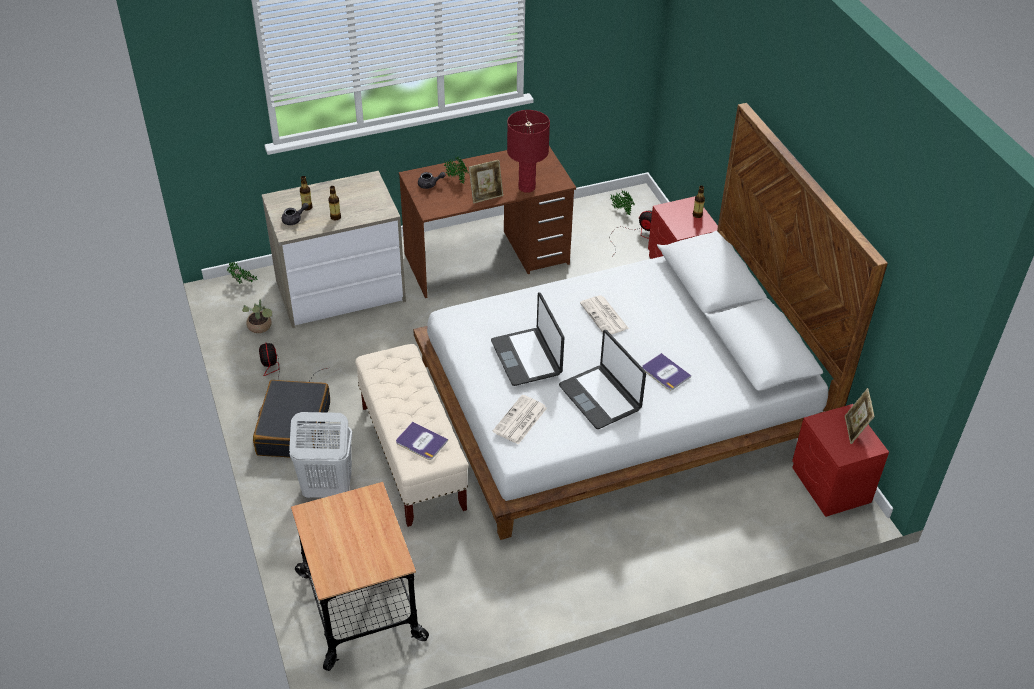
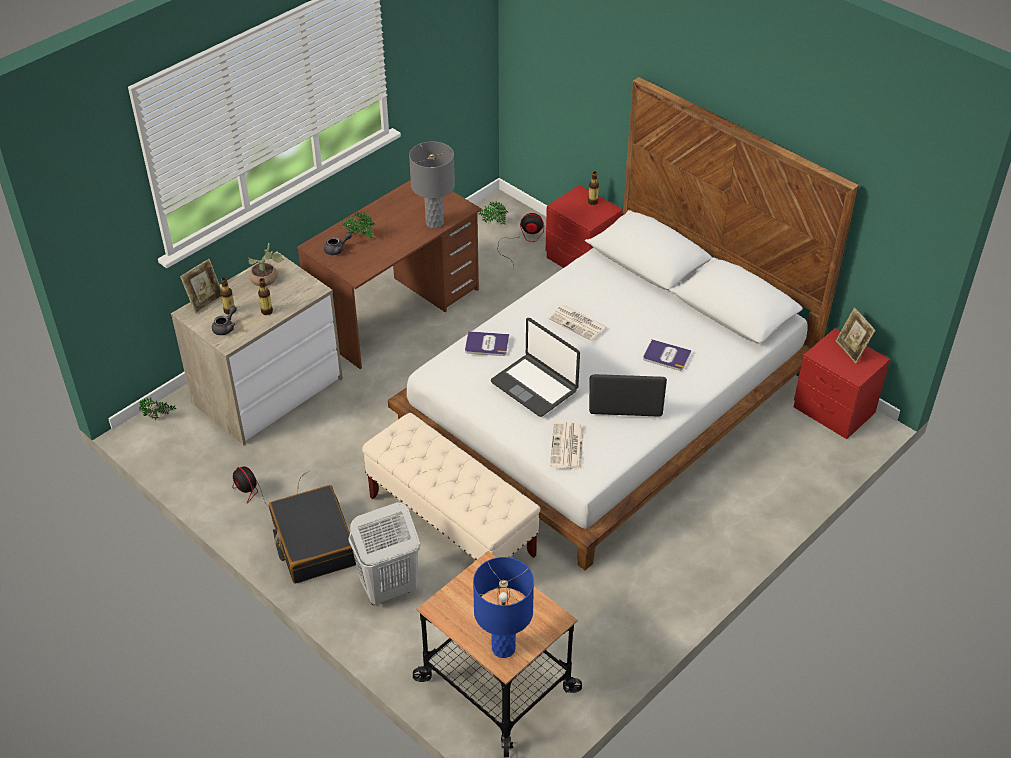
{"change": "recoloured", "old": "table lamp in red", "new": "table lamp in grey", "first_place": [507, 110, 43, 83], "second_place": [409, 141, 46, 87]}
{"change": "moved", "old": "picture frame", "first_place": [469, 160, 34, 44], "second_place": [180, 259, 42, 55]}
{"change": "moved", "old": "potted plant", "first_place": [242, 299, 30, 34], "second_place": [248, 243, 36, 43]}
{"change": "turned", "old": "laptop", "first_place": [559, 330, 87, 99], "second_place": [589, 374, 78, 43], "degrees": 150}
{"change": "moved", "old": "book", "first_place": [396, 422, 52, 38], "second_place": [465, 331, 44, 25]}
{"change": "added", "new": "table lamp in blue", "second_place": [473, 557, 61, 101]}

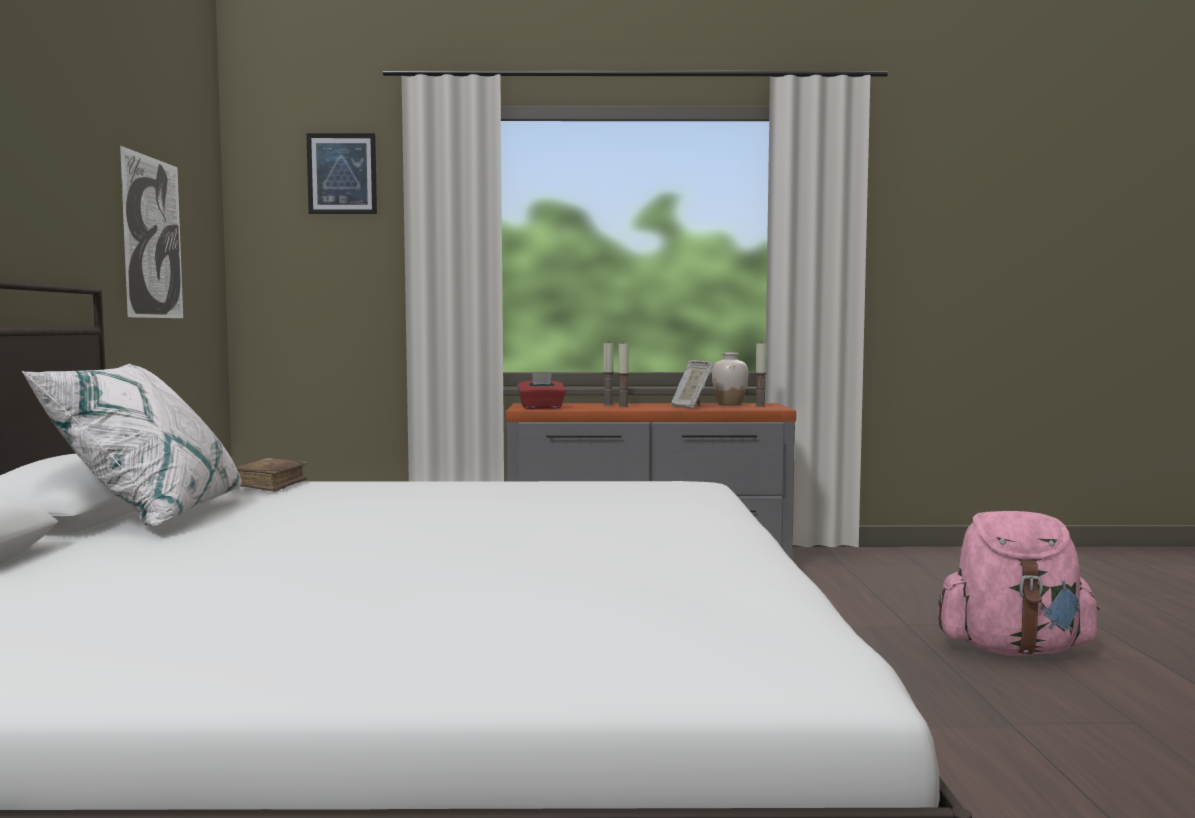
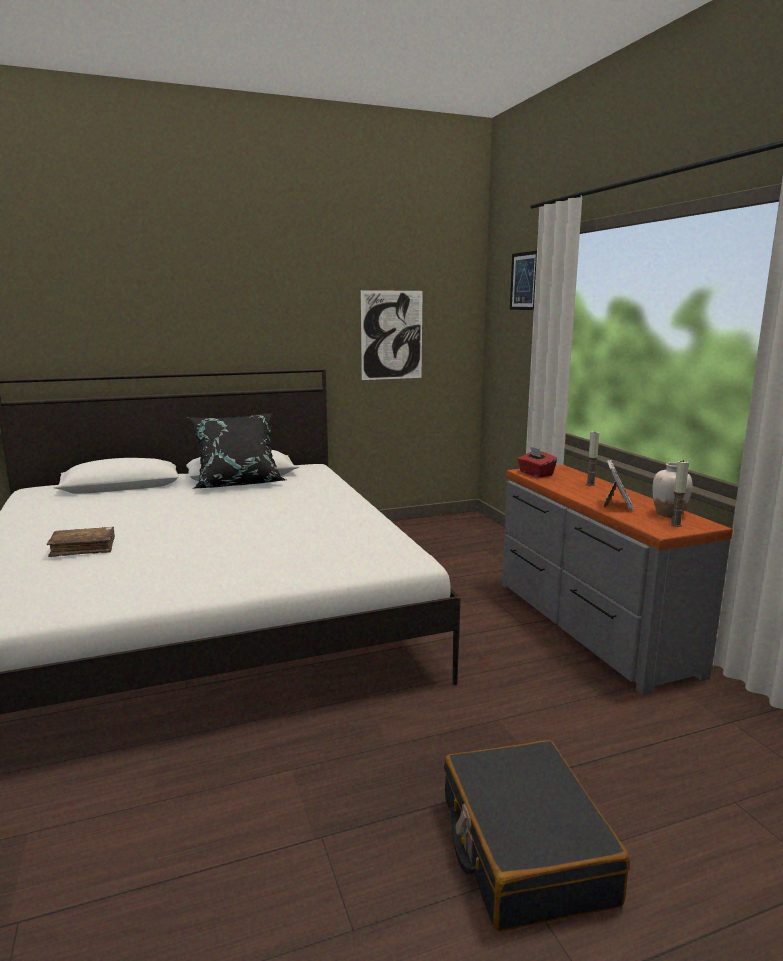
{"change": "removed", "old": "candle", "first_place": [618, 341, 11, 66]}
{"change": "turned", "old": "picture frame", "first_place": [671, 360, 43, 48], "second_place": [604, 460, 30, 51], "degrees": 150}
{"change": "recoloured", "old": "pillow in white", "new": "pillow in black", "first_place": [21, 364, 221, 162], "second_place": [187, 413, 99, 76]}
{"change": "moved", "old": "book in brown", "first_place": [236, 458, 72, 34], "second_place": [47, 527, 68, 30]}
{"change": "replaced", "old": "backpack in pink", "new": "suitcase in black", "first_place": [938, 511, 162, 145], "second_place": [444, 740, 186, 192]}

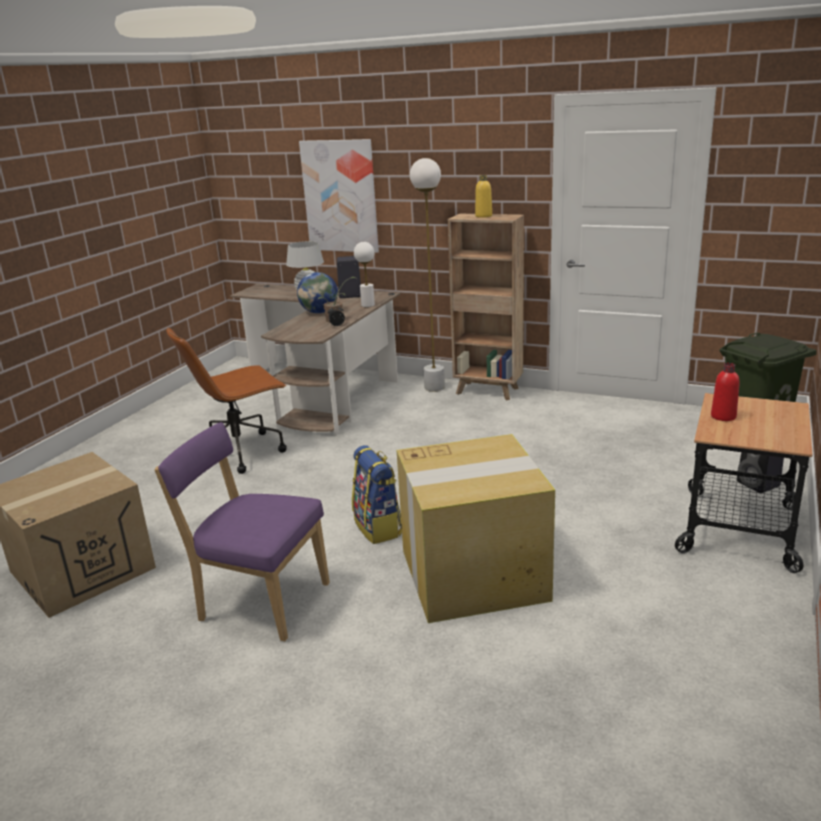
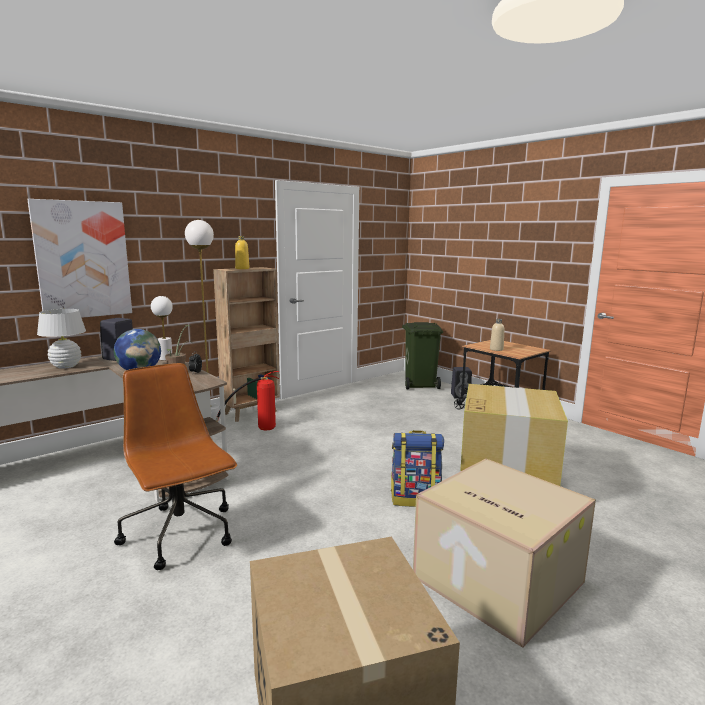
{"change": "turned", "old": "office chair in brown", "first_place": [166, 327, 121, 147], "second_place": [114, 363, 123, 207], "degrees": 150}
{"change": "recoloured", "old": "bottle in red", "new": "bottle in beige", "first_place": [711, 363, 29, 58], "second_place": [490, 319, 14, 32]}
{"change": "replaced", "old": "chair in purple", "new": "cardboard box", "first_place": [155, 422, 175, 219], "second_place": [413, 458, 183, 190]}
{"change": "added", "new": "fire extinguisher", "second_place": [215, 371, 65, 59]}

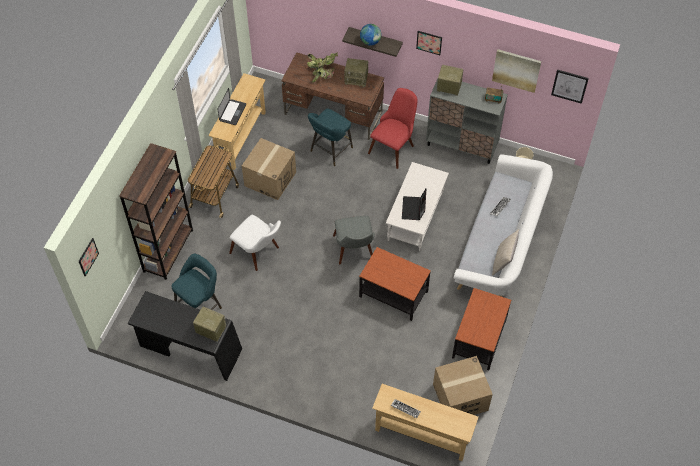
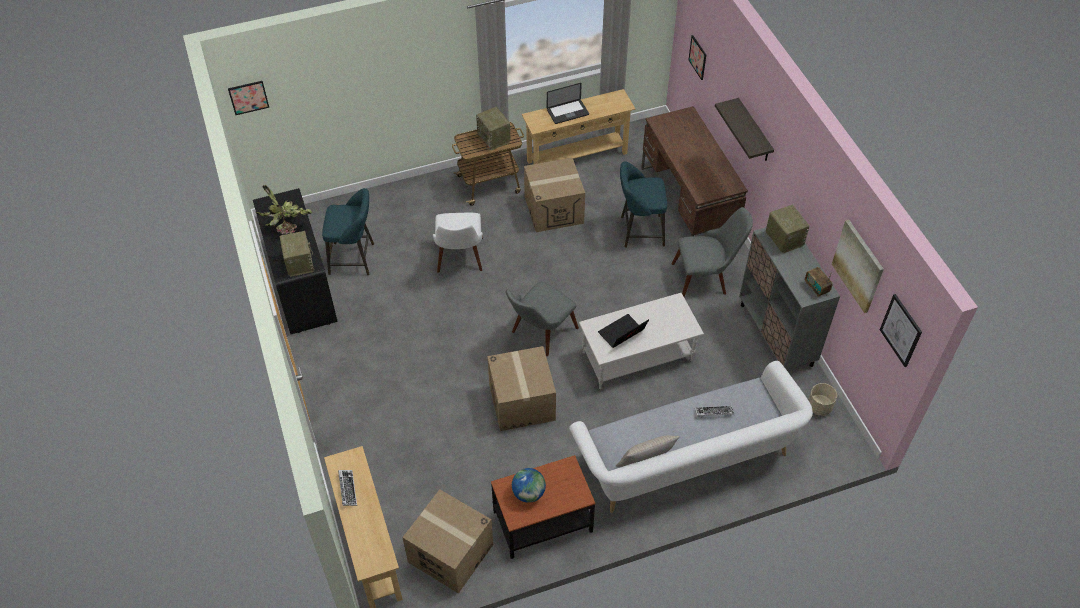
{"change": "moved", "old": "globe", "first_place": [360, 24, 21, 22], "second_place": [512, 468, 34, 35]}
{"change": "moved", "old": "picture", "first_place": [416, 31, 26, 24], "second_place": [688, 35, 18, 45]}
{"change": "moved", "old": "potted plant", "first_place": [307, 53, 31, 29], "second_place": [256, 185, 56, 49]}
{"change": "moved", "old": "radio", "first_place": [344, 58, 24, 30], "second_place": [476, 107, 35, 43]}
{"change": "recoloured", "old": "chair in red", "new": "chair in grey", "first_place": [368, 88, 50, 81], "second_place": [672, 207, 81, 90]}
{"change": "removed", "old": "bookcase in brown", "first_place": [119, 143, 74, 137]}
{"change": "replaced", "old": "side table", "new": "cardboard box", "first_place": [359, 247, 72, 74], "second_place": [487, 346, 69, 85]}

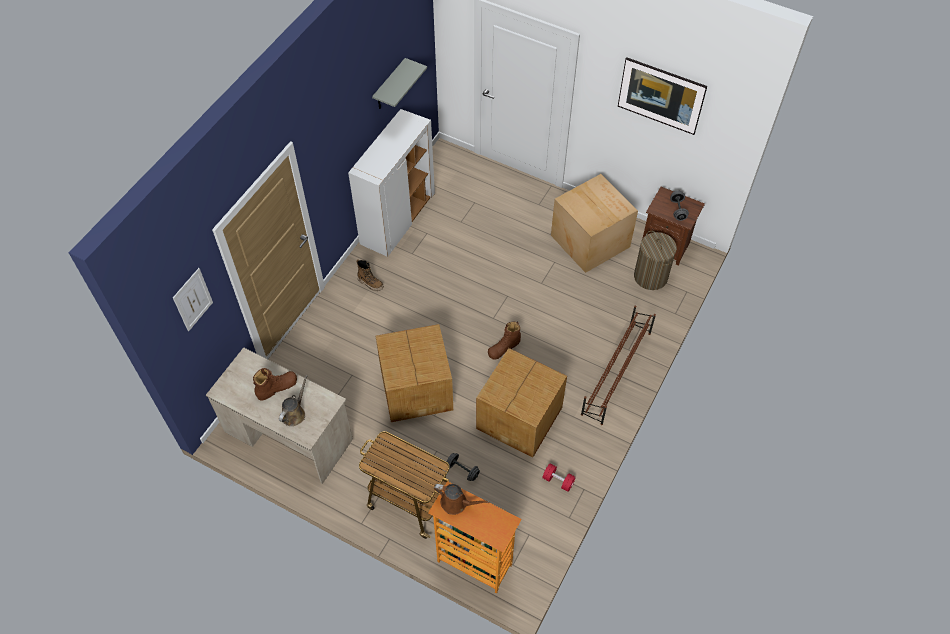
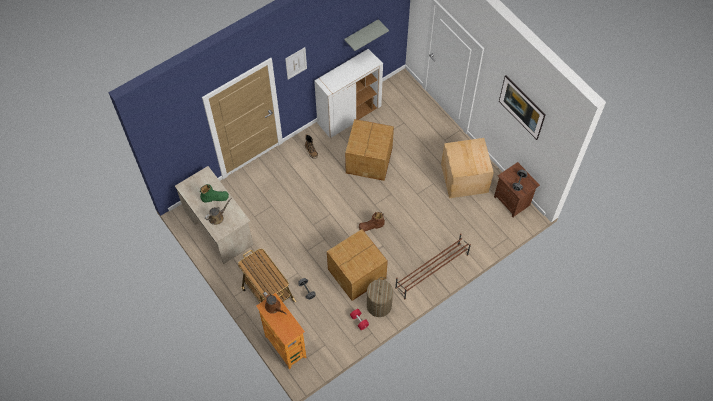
{"change": "moved", "old": "laundry basket", "first_place": [634, 231, 43, 59], "second_place": [367, 277, 26, 40]}
{"change": "moved", "old": "picture", "first_place": [173, 268, 40, 63], "second_place": [285, 47, 22, 33]}
{"change": "moved", "old": "cardboard box", "first_place": [376, 324, 77, 98], "second_place": [345, 119, 49, 62]}
{"change": "recoloured", "old": "boot in brown", "new": "boot in green", "first_place": [253, 368, 44, 33], "second_place": [200, 184, 29, 18]}

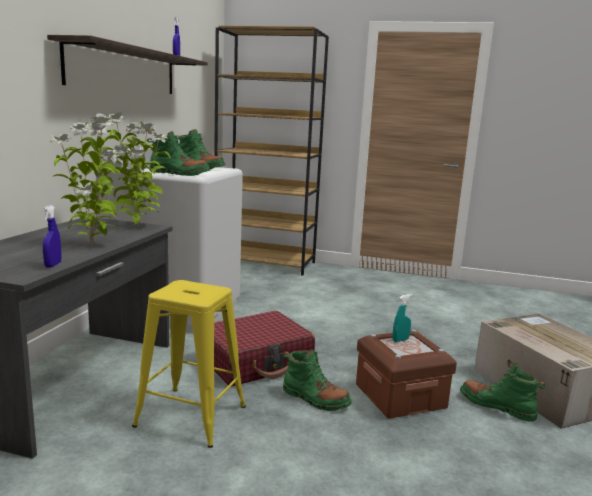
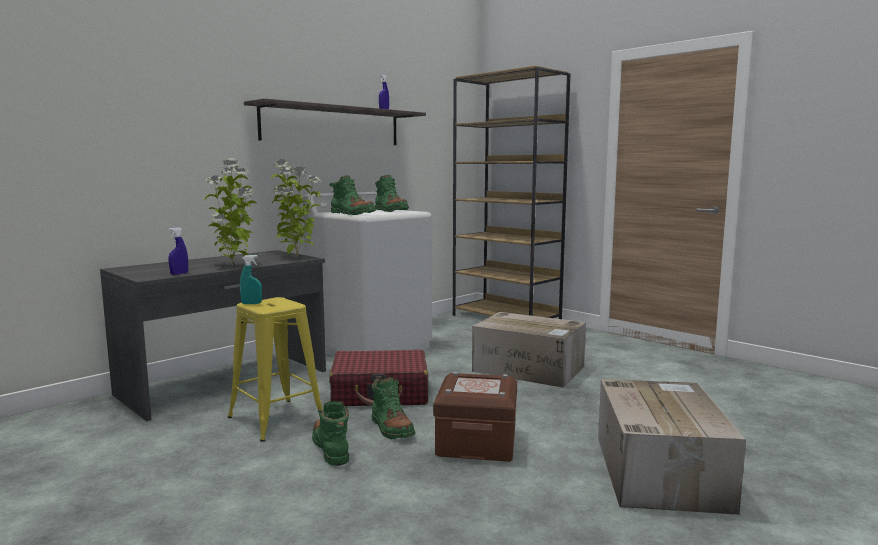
{"change": "moved", "old": "spray bottle in turquoise", "first_place": [393, 294, 19, 48], "second_place": [240, 255, 22, 49]}
{"change": "moved", "old": "boot in green", "first_place": [460, 363, 86, 59], "second_place": [312, 401, 37, 65]}
{"change": "added", "new": "cardboard box", "second_place": [472, 312, 114, 76]}

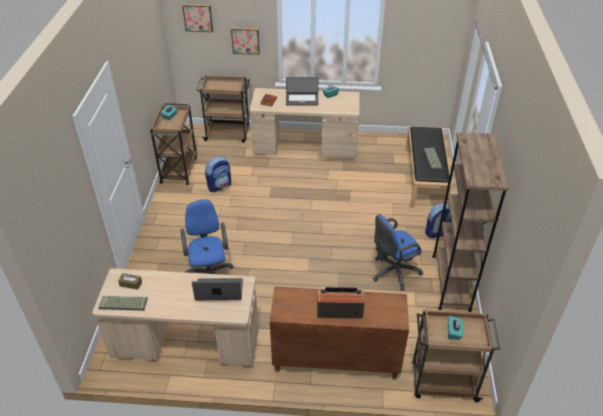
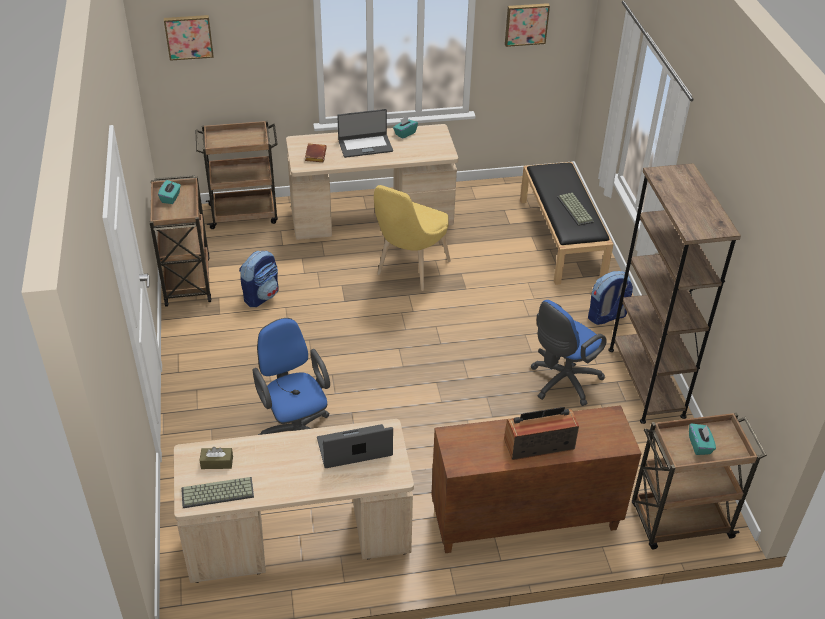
{"change": "moved", "old": "picture", "first_place": [231, 27, 29, 28], "second_place": [505, 3, 45, 44]}
{"change": "added", "new": "chair in yellow", "second_place": [374, 185, 77, 106]}

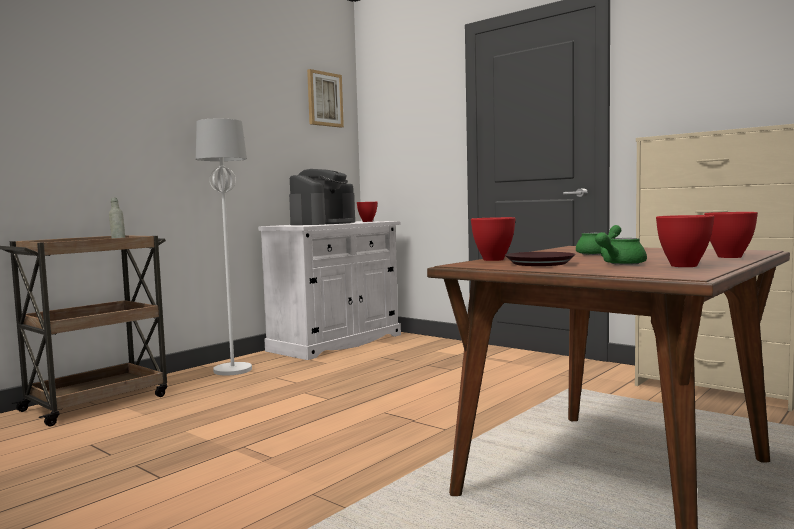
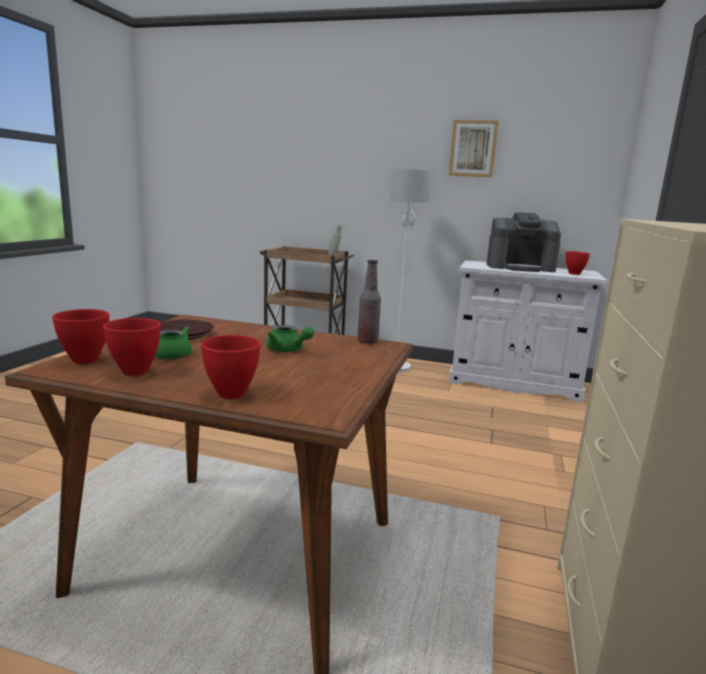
{"change": "moved", "old": "picture", "first_place": [307, 69, 37, 59], "second_place": [449, 120, 50, 57]}
{"change": "moved", "old": "bowl in red", "first_place": [471, 217, 45, 44], "second_place": [52, 309, 57, 55]}
{"change": "added", "new": "bottle", "second_place": [357, 260, 24, 84]}

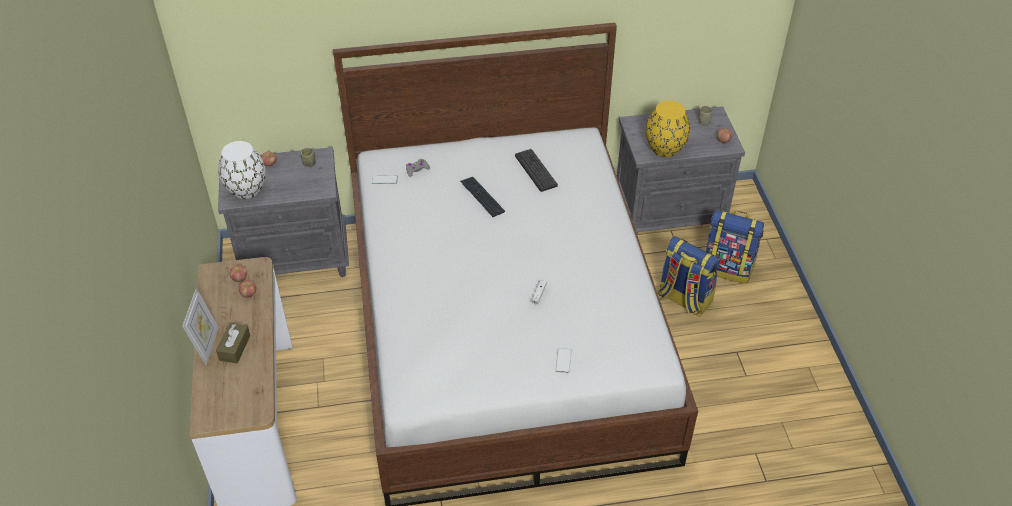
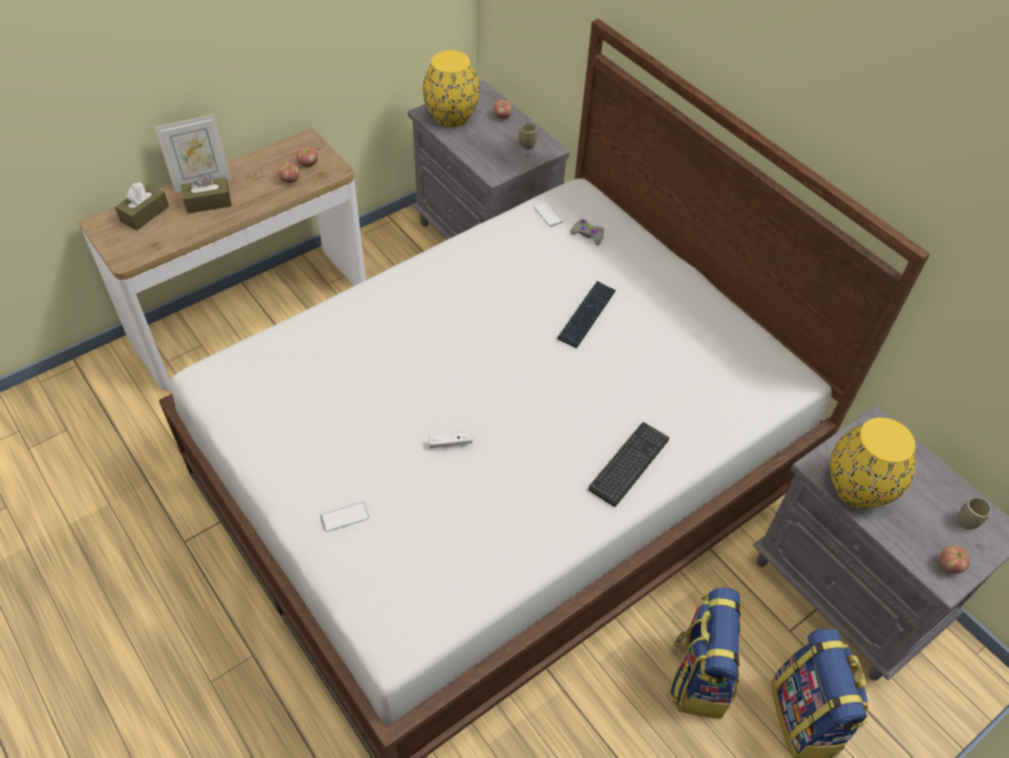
{"change": "recoloured", "old": "vase in white", "new": "vase in yellow", "first_place": [218, 141, 48, 58], "second_place": [423, 50, 57, 77]}
{"change": "moved", "old": "keyboard", "first_place": [515, 149, 43, 43], "second_place": [588, 422, 81, 85]}
{"change": "added", "new": "tissue box in brown", "second_place": [115, 182, 54, 49]}

